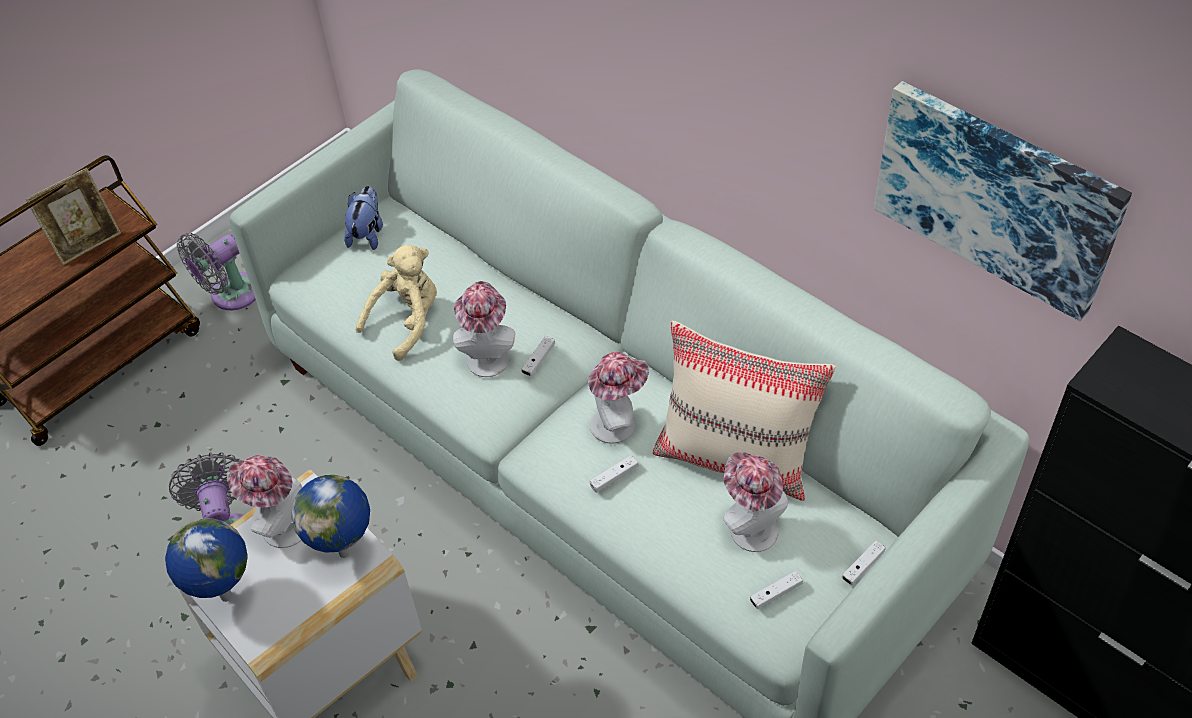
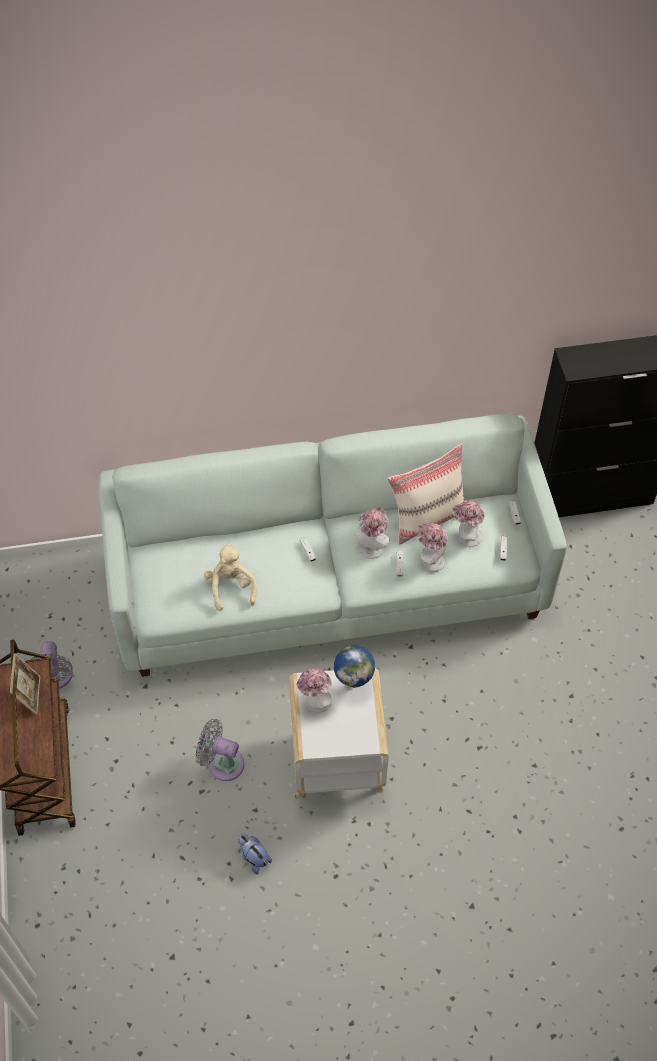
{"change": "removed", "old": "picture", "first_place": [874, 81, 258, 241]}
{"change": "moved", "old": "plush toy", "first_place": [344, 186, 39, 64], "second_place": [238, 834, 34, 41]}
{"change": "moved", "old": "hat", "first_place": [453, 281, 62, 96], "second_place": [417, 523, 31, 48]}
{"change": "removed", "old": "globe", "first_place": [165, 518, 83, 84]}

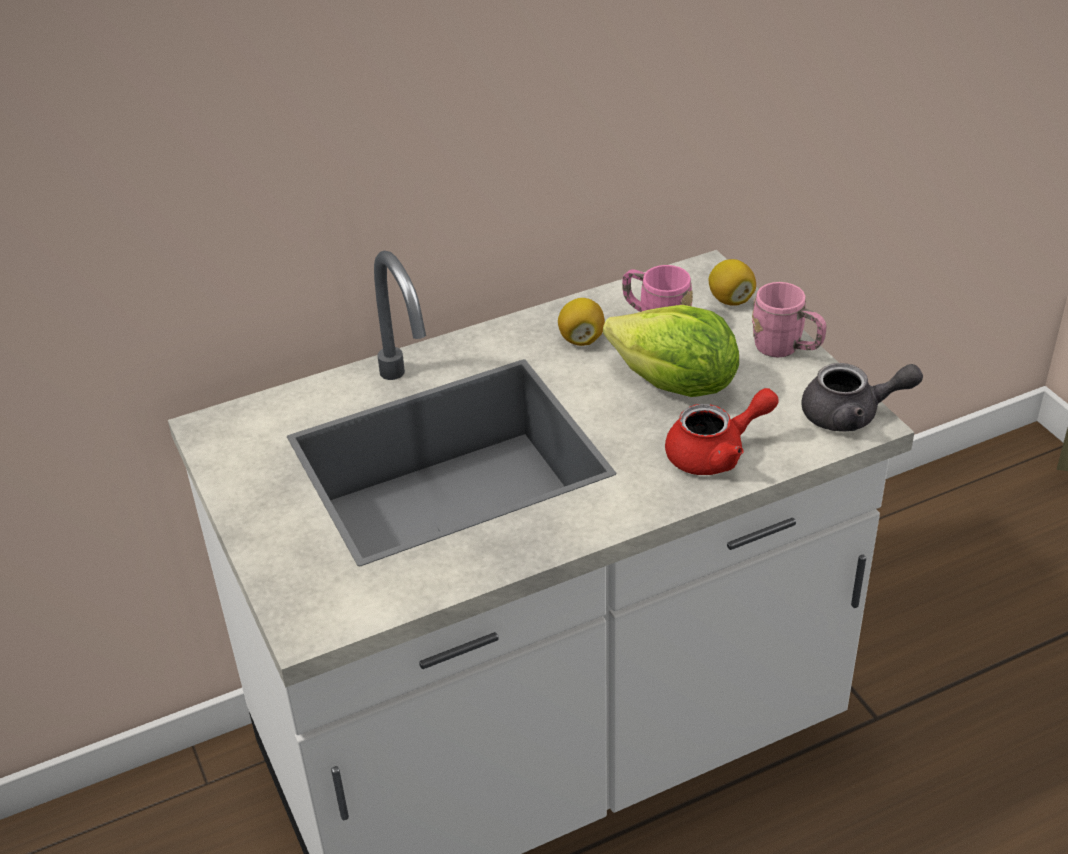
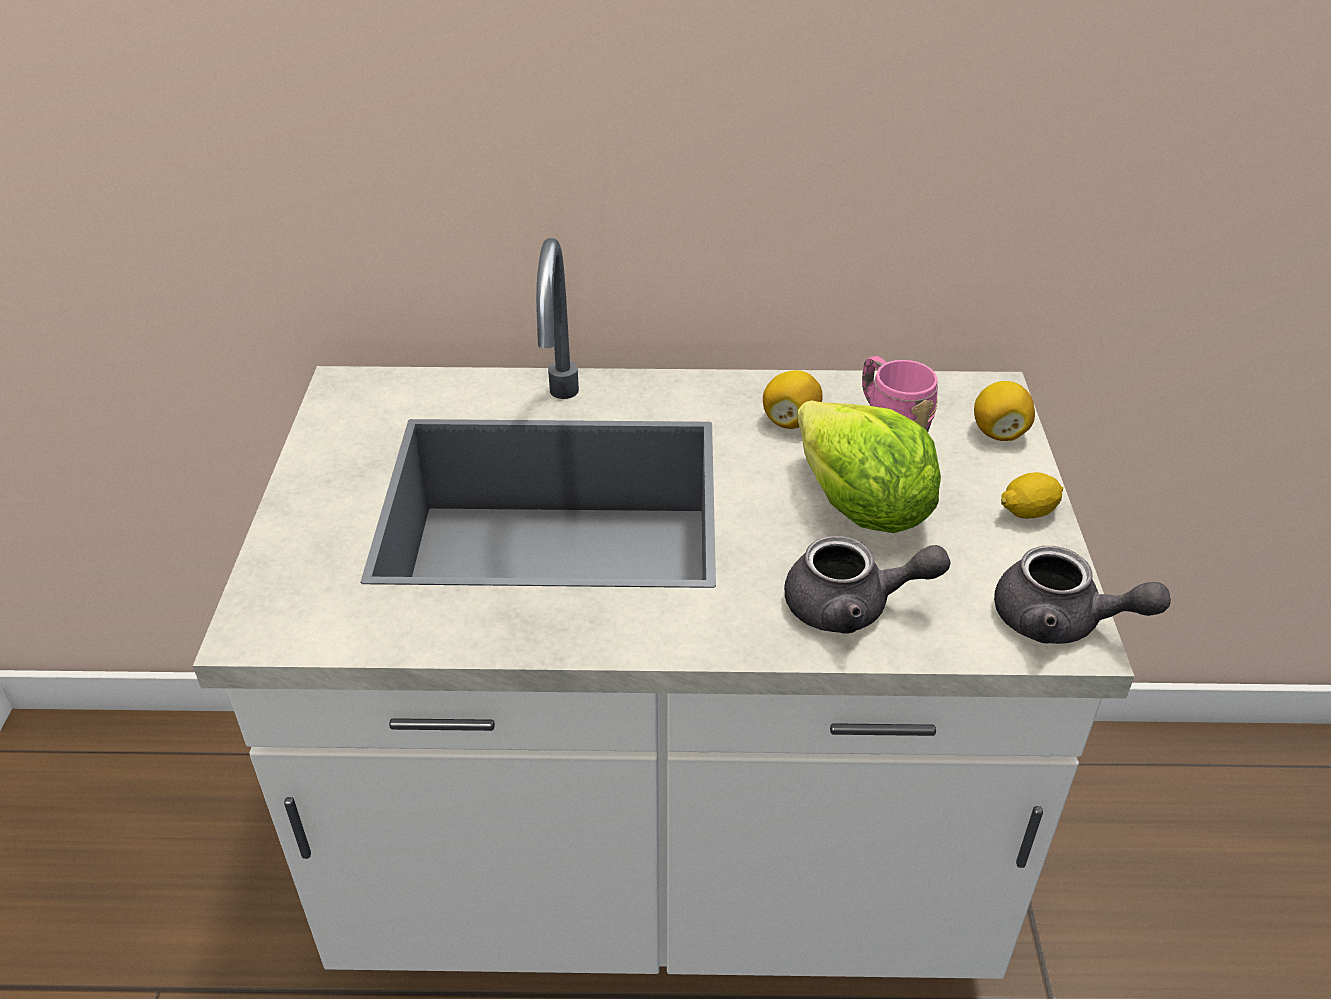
{"change": "replaced", "old": "mug in pink", "new": "lemon", "first_place": [752, 282, 74, 75], "second_place": [1001, 472, 62, 47]}
{"change": "recoloured", "old": "teapot in red", "new": "teapot in grey", "first_place": [665, 388, 113, 87], "second_place": [784, 536, 167, 98]}

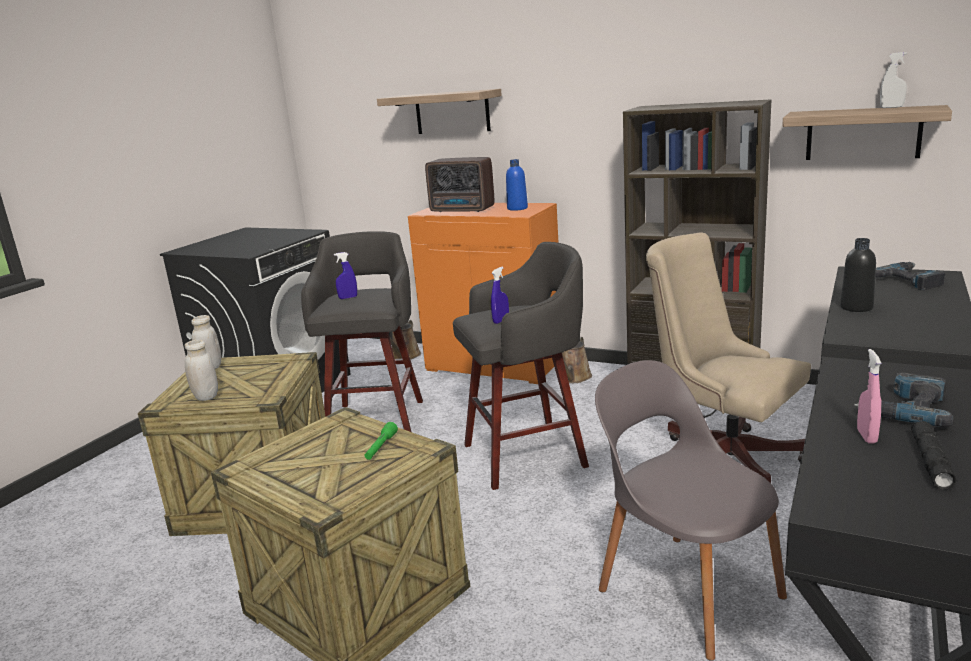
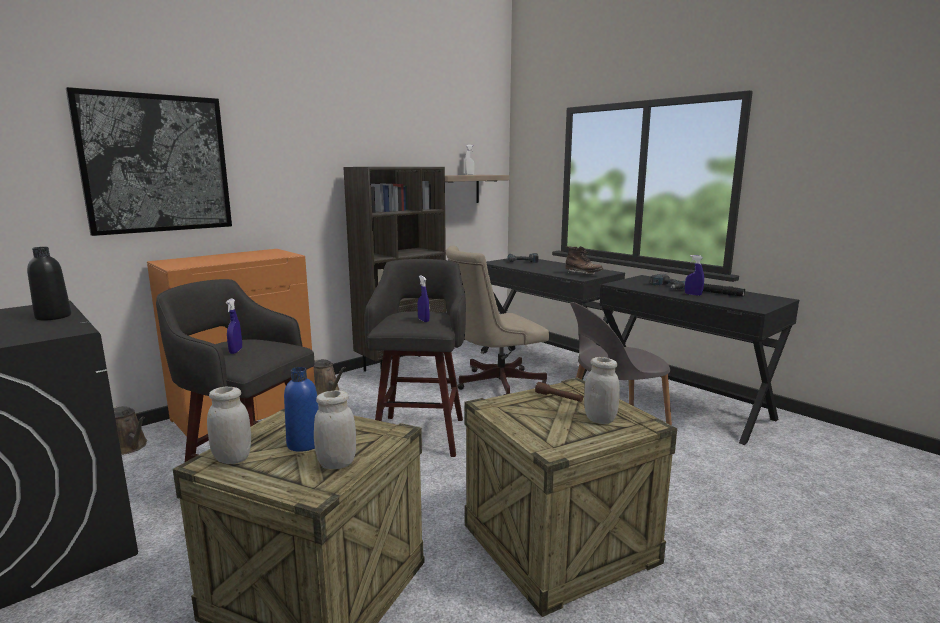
{"change": "replaced", "old": "shelf", "new": "picture", "first_place": [377, 89, 125, 45], "second_place": [66, 87, 166, 149]}
{"change": "removed", "old": "radio", "first_place": [425, 157, 69, 55]}
{"change": "moved", "old": "bottle in blue", "first_place": [506, 159, 22, 52], "second_place": [284, 367, 35, 85]}
{"change": "moved", "old": "bottle in black", "first_place": [840, 238, 36, 74], "second_place": [27, 247, 44, 74]}
{"change": "recoloured", "old": "spray bottle in pink", "new": "spray bottle in blue", "first_place": [857, 349, 24, 95], "second_place": [685, 255, 19, 41]}
{"change": "recoloured", "old": "flashlight in green", "new": "flashlight in brown", "first_place": [365, 422, 33, 38], "second_place": [535, 382, 48, 20]}
{"change": "added", "new": "boot in brown", "second_place": [565, 246, 38, 29]}
{"change": "added", "new": "jar in white", "second_place": [584, 357, 36, 67]}

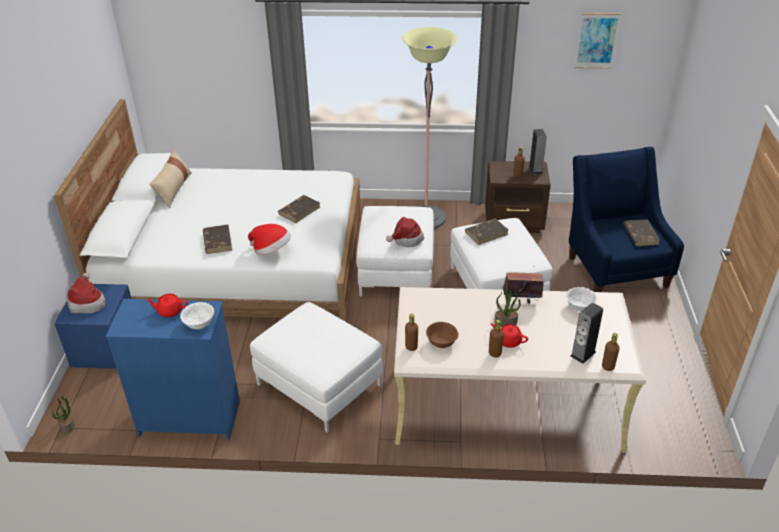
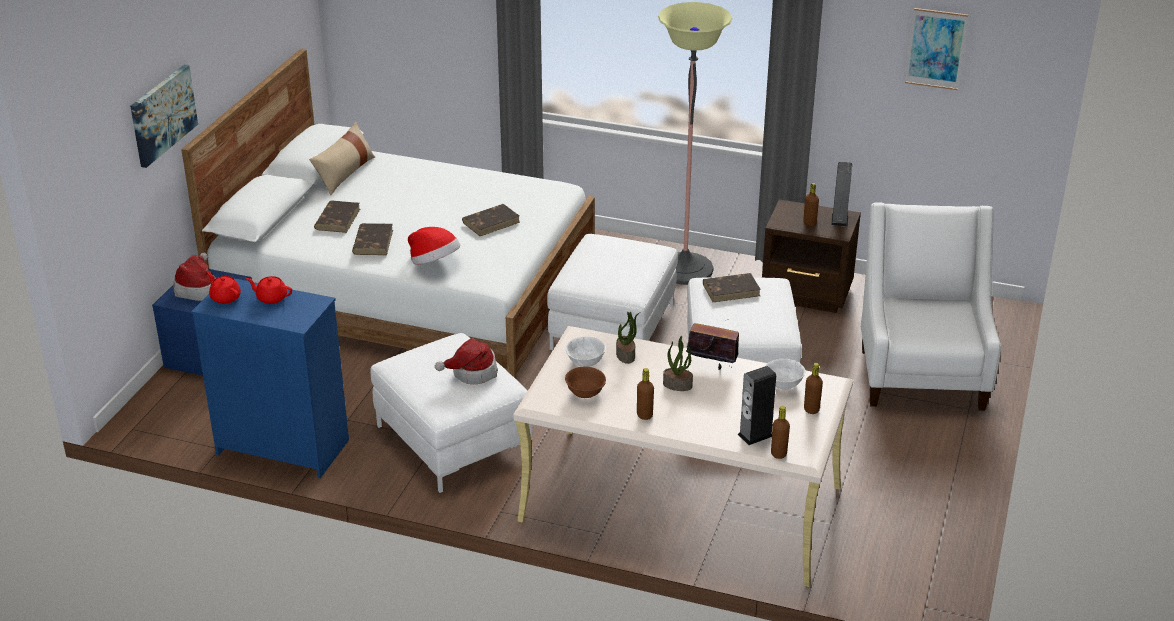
{"change": "recoloured", "old": "armchair in blue", "new": "armchair in white", "first_place": [569, 147, 115, 145], "second_place": [861, 202, 140, 209]}
{"change": "moved", "old": "hat", "first_place": [386, 217, 38, 30], "second_place": [435, 338, 63, 46]}
{"change": "moved", "old": "book in brown", "first_place": [623, 219, 37, 27], "second_place": [314, 200, 46, 33]}
{"change": "moved", "old": "bowl in white", "first_place": [180, 302, 34, 27], "second_place": [565, 336, 41, 31]}
{"change": "moved", "old": "bottle in brown", "first_place": [405, 313, 13, 38], "second_place": [804, 363, 19, 51]}
{"change": "moved", "old": "teapot in red", "first_place": [490, 323, 38, 25], "second_place": [208, 272, 33, 32]}
{"change": "moved", "old": "potted plant", "first_place": [52, 396, 22, 37], "second_place": [616, 312, 24, 52]}
{"change": "added", "new": "picture", "second_place": [130, 65, 68, 103]}

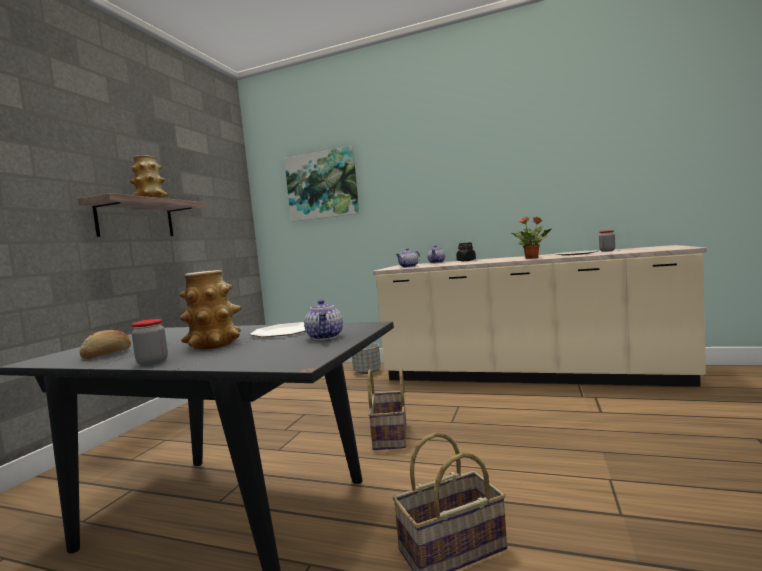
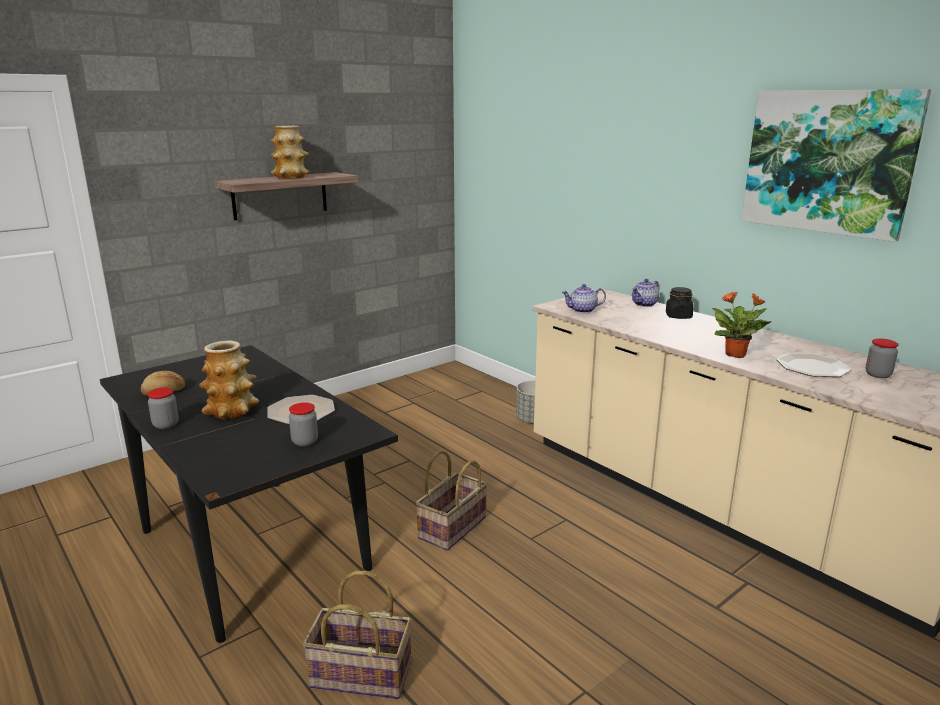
{"change": "moved", "old": "picture", "first_place": [284, 146, 75, 76], "second_place": [741, 89, 190, 153]}
{"change": "replaced", "old": "teapot", "new": "jar", "first_place": [304, 300, 39, 40], "second_place": [289, 402, 29, 45]}

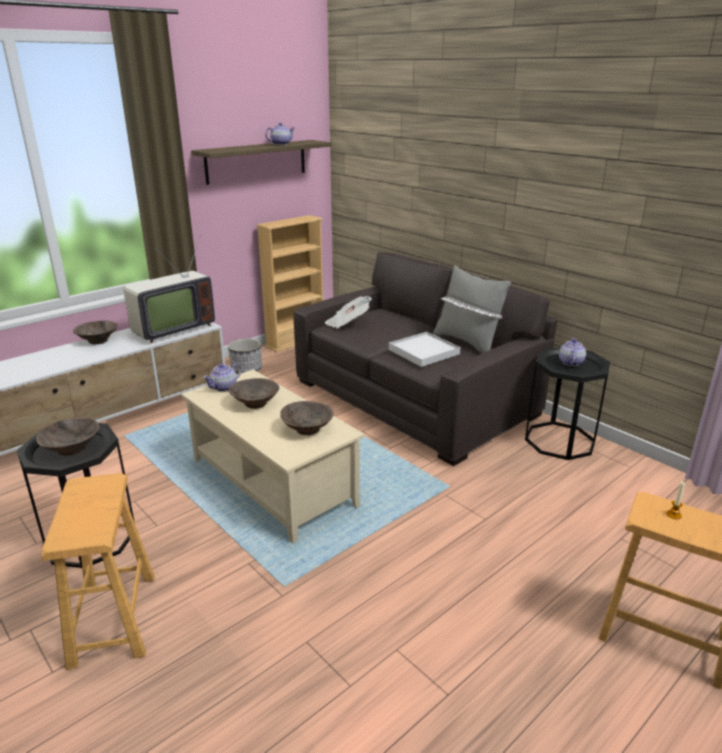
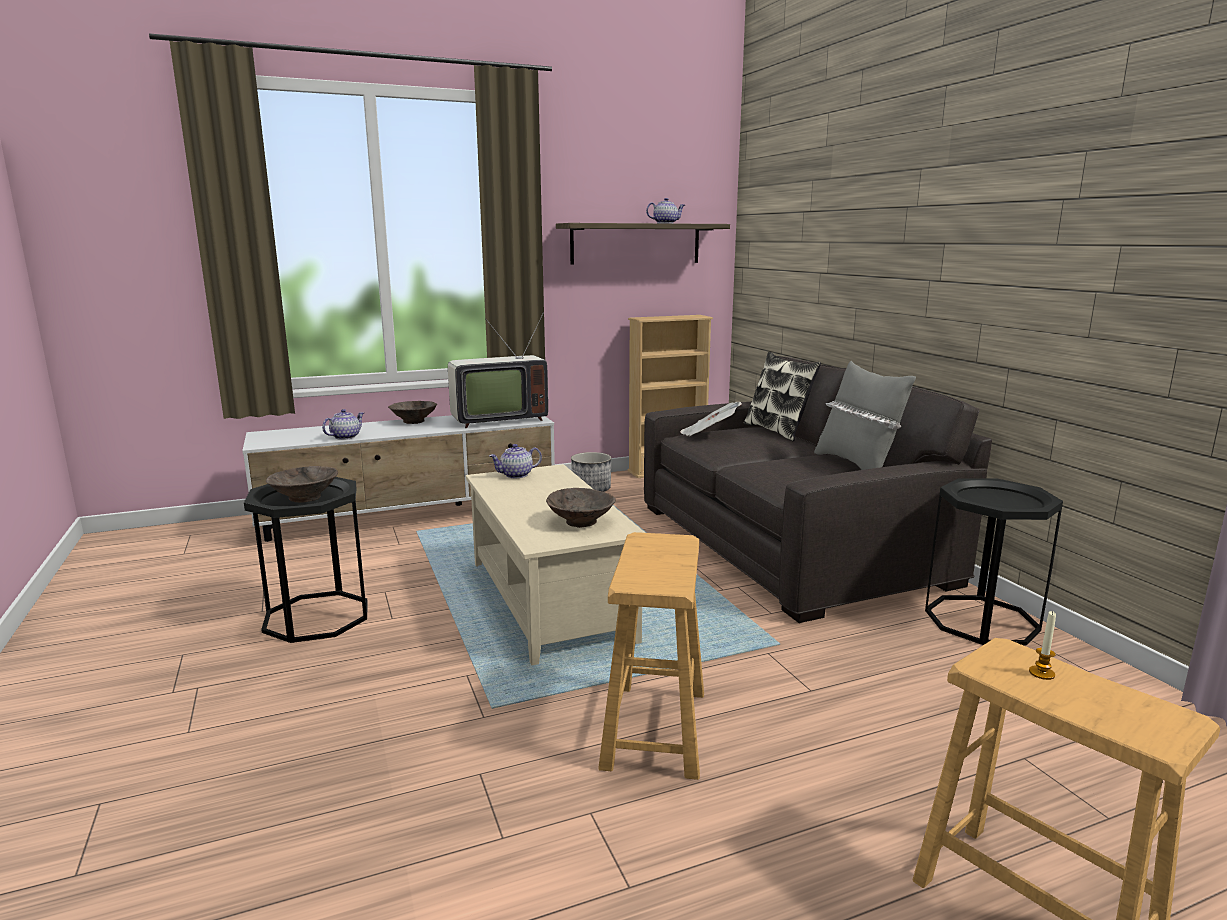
{"change": "removed", "old": "tray in white", "first_place": [389, 332, 71, 35]}
{"change": "moved", "old": "teapot", "first_place": [559, 338, 27, 28], "second_place": [322, 409, 42, 31]}
{"change": "removed", "old": "bowl in brown", "first_place": [228, 378, 51, 31]}
{"change": "moved", "old": "stool in brown", "first_place": [41, 473, 114, 197], "second_place": [598, 532, 106, 248]}
{"change": "added", "new": "pillow", "second_place": [744, 352, 77, 90]}

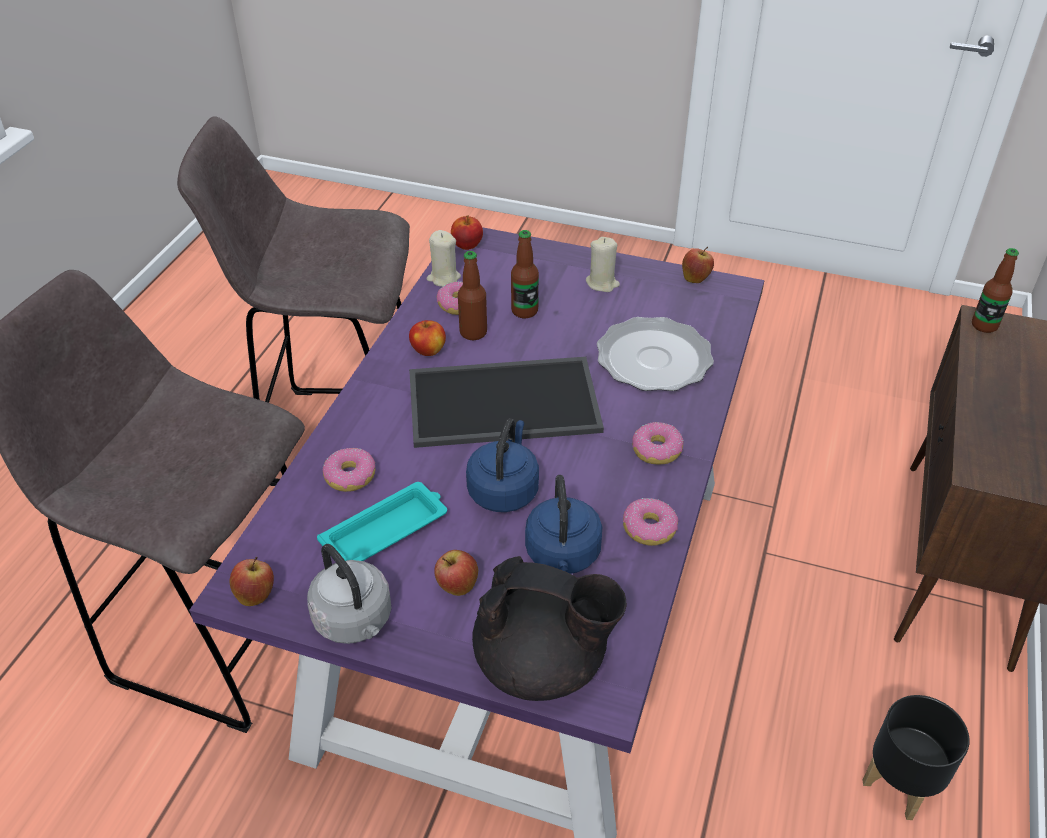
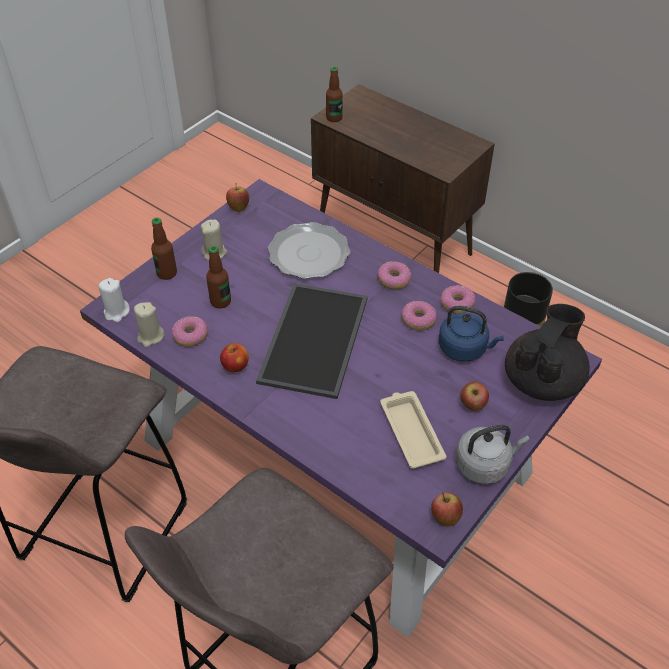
{"change": "replaced", "old": "apple", "new": "candle in white", "first_place": [451, 215, 32, 35], "second_place": [98, 278, 32, 44]}
{"change": "moved", "old": "bottle", "first_place": [458, 251, 29, 89], "second_place": [151, 218, 26, 62]}
{"change": "removed", "old": "kettle in blue", "first_place": [466, 418, 73, 94]}
{"change": "moved", "old": "donut", "first_place": [323, 448, 52, 44], "second_place": [402, 301, 35, 29]}
{"change": "recoloured", "old": "tray in turquoise", "new": "tray in beige", "first_place": [317, 482, 130, 79], "second_place": [380, 391, 67, 78]}

